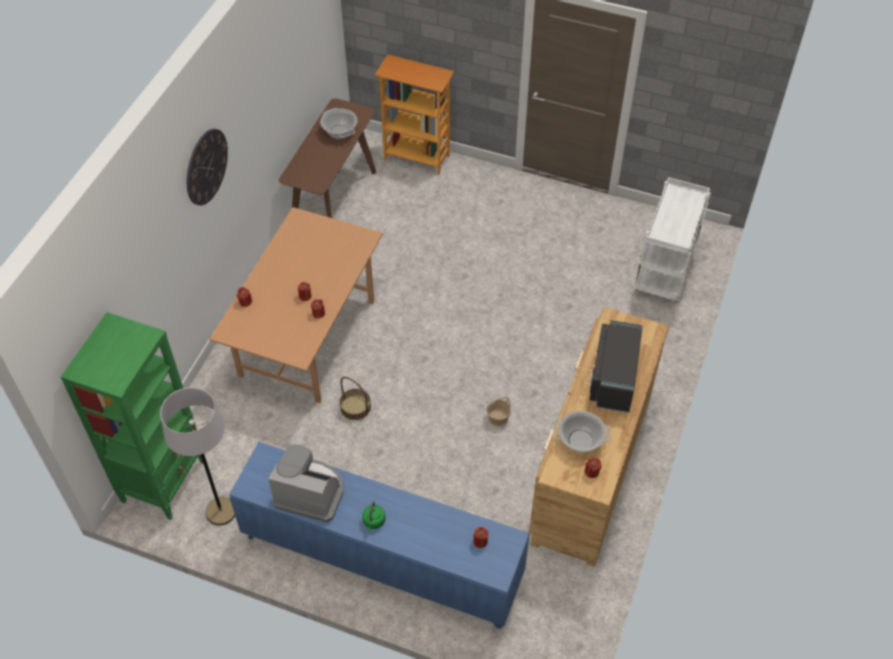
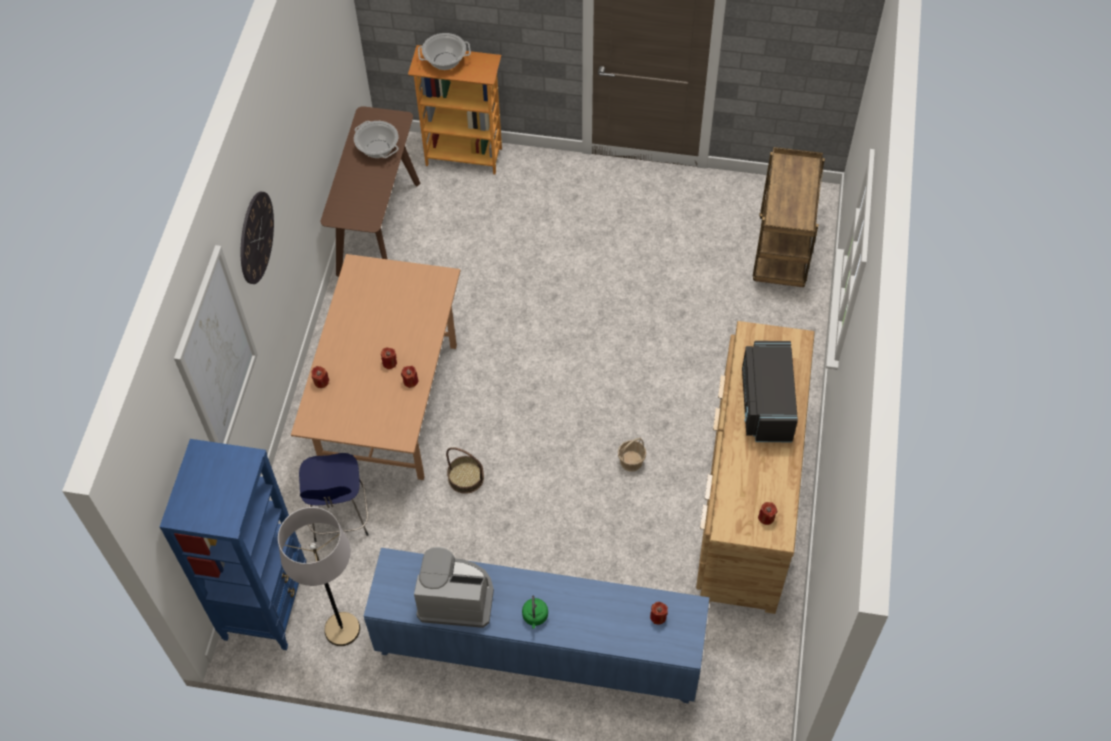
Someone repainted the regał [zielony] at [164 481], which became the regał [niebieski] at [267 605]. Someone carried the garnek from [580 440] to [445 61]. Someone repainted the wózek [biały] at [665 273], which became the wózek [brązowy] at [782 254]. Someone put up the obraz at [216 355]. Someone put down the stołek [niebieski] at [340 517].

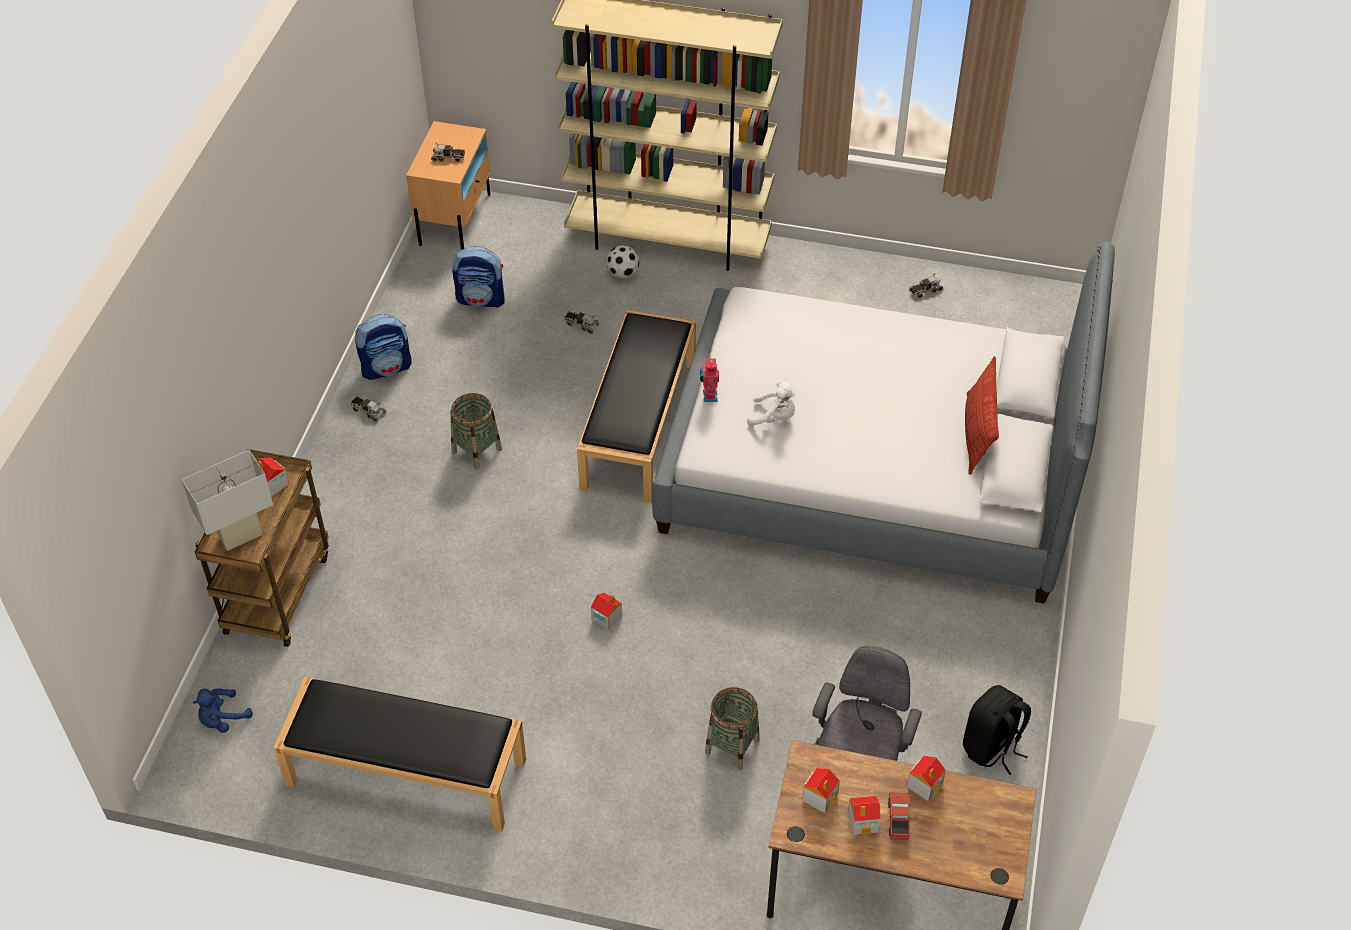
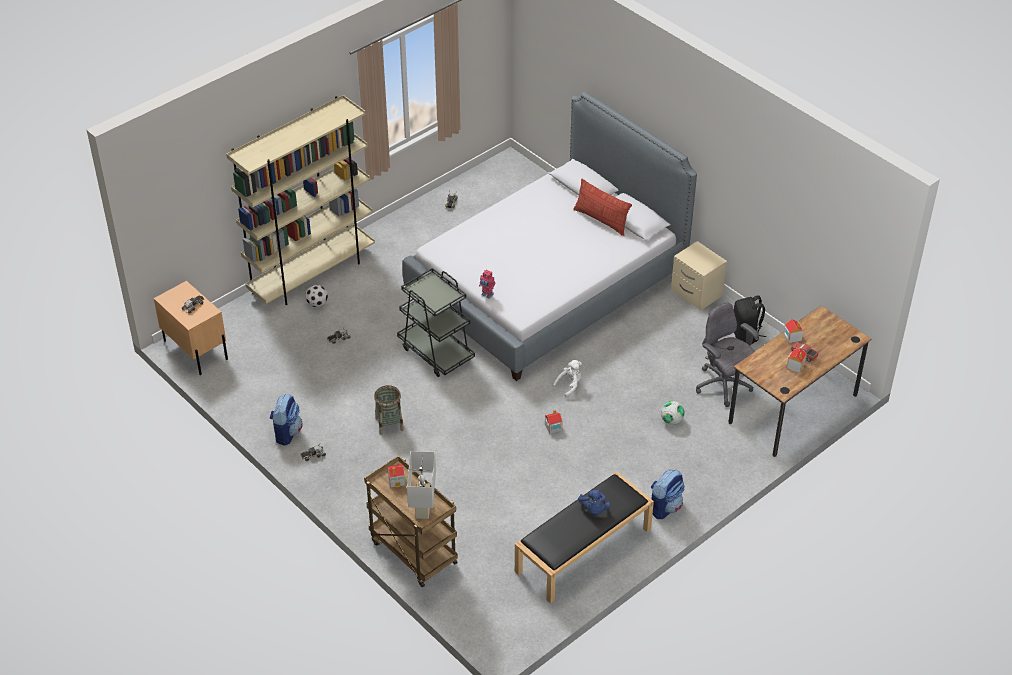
Someone carried the pluszak [niebieski] from [222 719] to [594 509]. Someone carried the plecak from [481 299] to [665 507]. Someone swapped the ławka [czarny] at [639 426] for the wózek [czarny] at [436 352]. Someone swapped the koszyk at [732 746] for the piłka futbolowa at [671 421]. Someone carried the pluszak [biały] from [774 417] to [569 385]. Someone took away the domek at [820 796]. Someone put down the szafka nocna [beżowy] at [696 293].

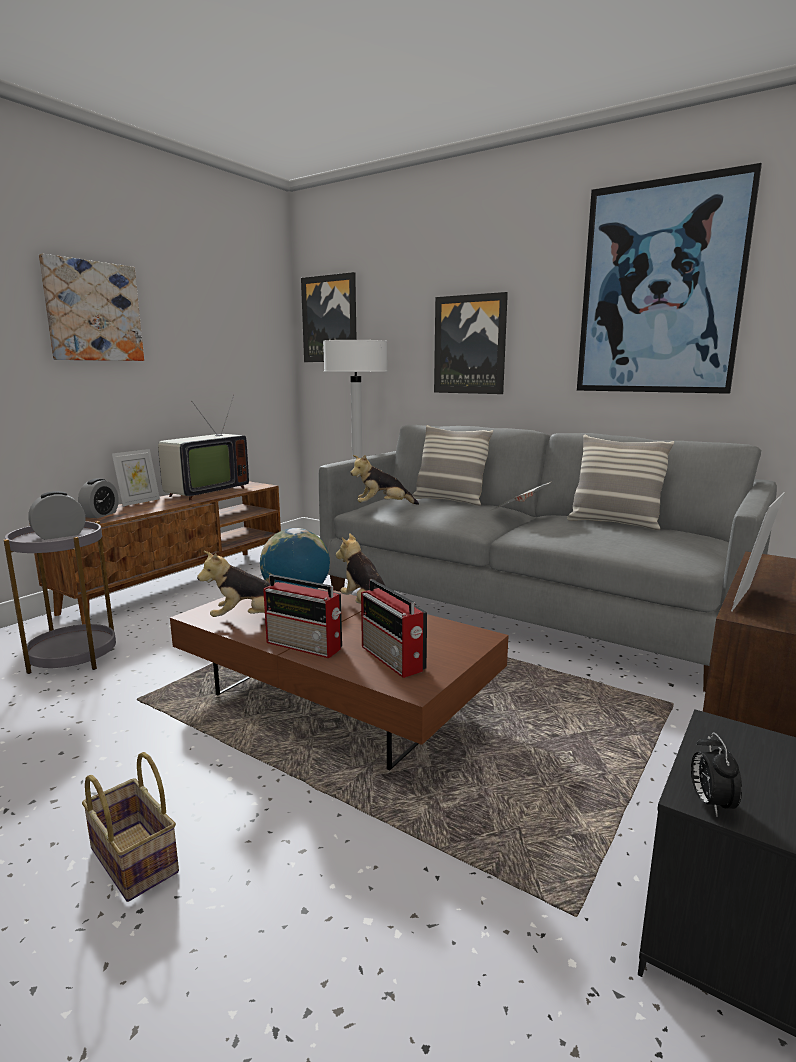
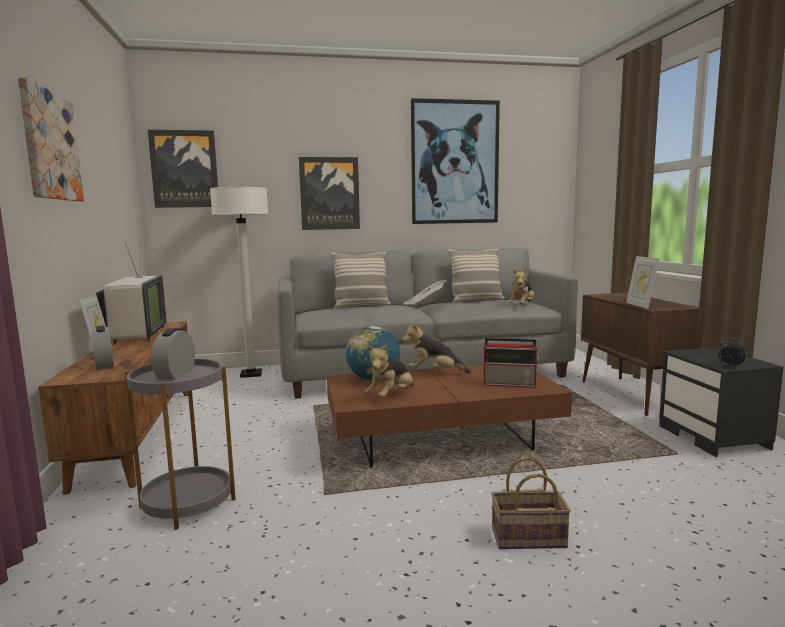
Someone took away the radio at [305 646]. Someone carried the pluszak from [382 506] to [521 306].

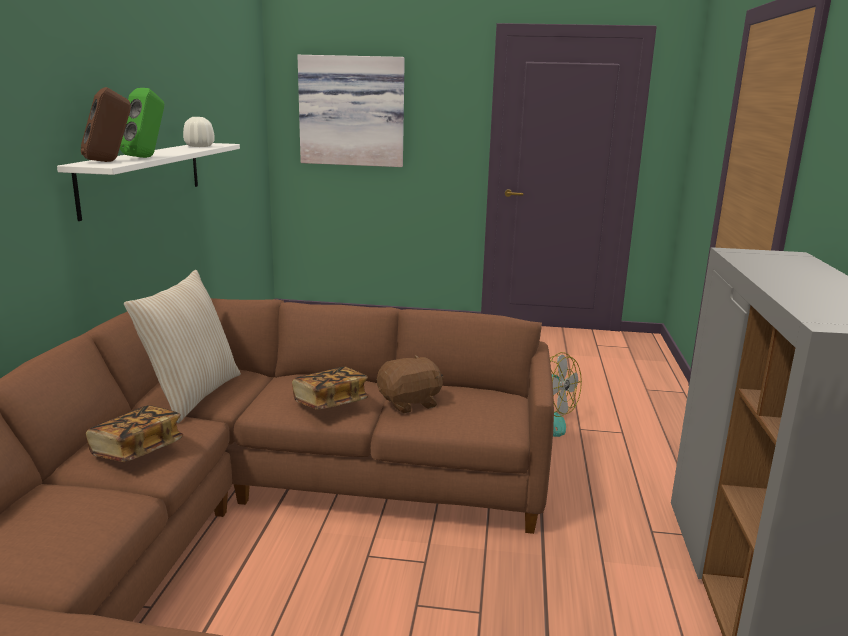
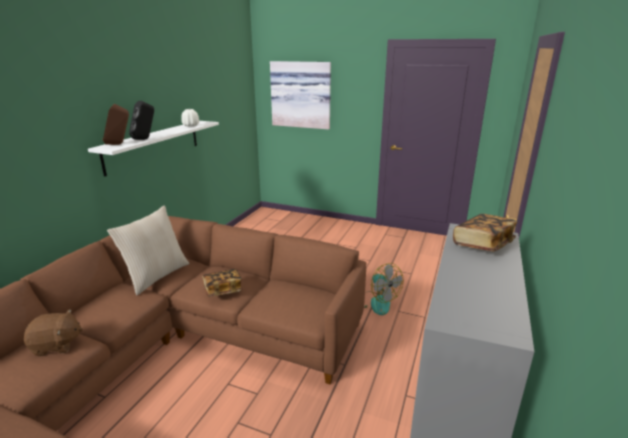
Someone carried the książka from [137 450] to [482 244]. Someone repainted the głośnik [zielony] at [147 157], which became the głośnik [czarny] at [145 139]. Someone carried the pluszak [brązowy] from [410 403] to [57 345].

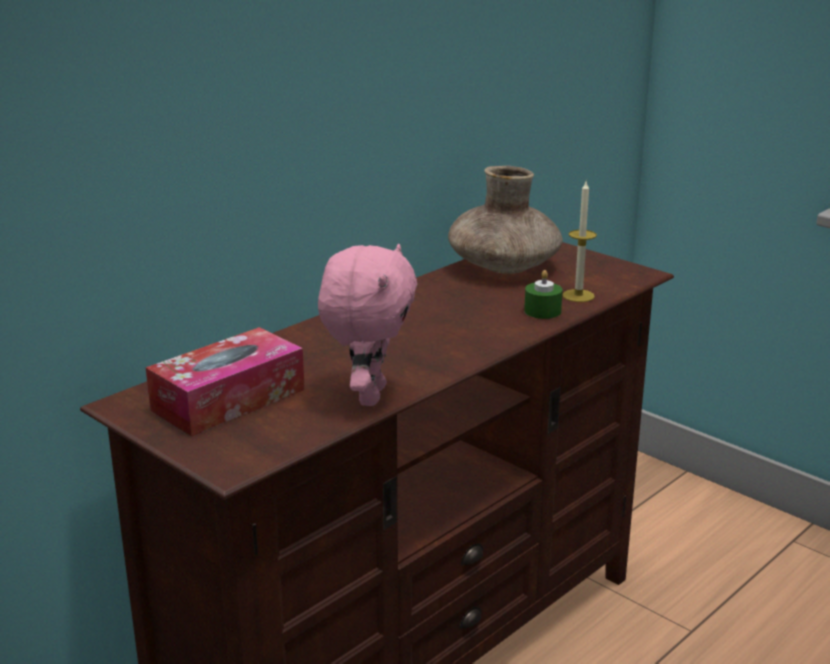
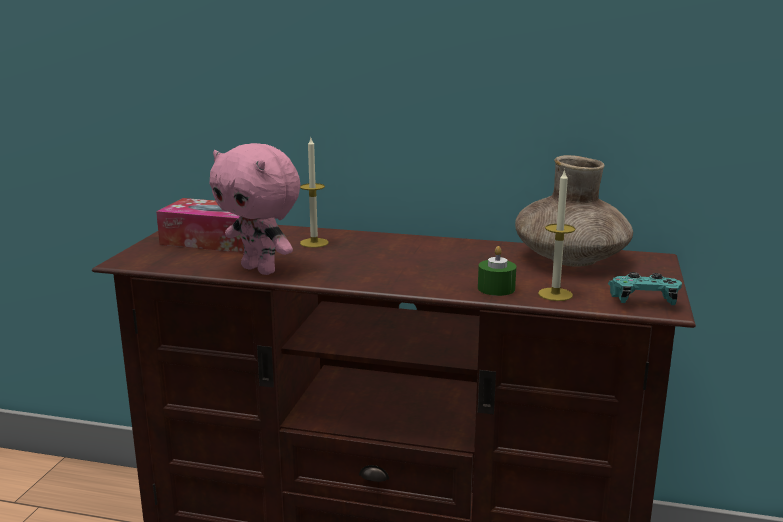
Someone rotated the pluszak [różowy] at [368 395] by 60 degrees clockwise. Someone put down the świeca at [314 243]. Someone put down the pad do gier [turkusowy] at [643 301].

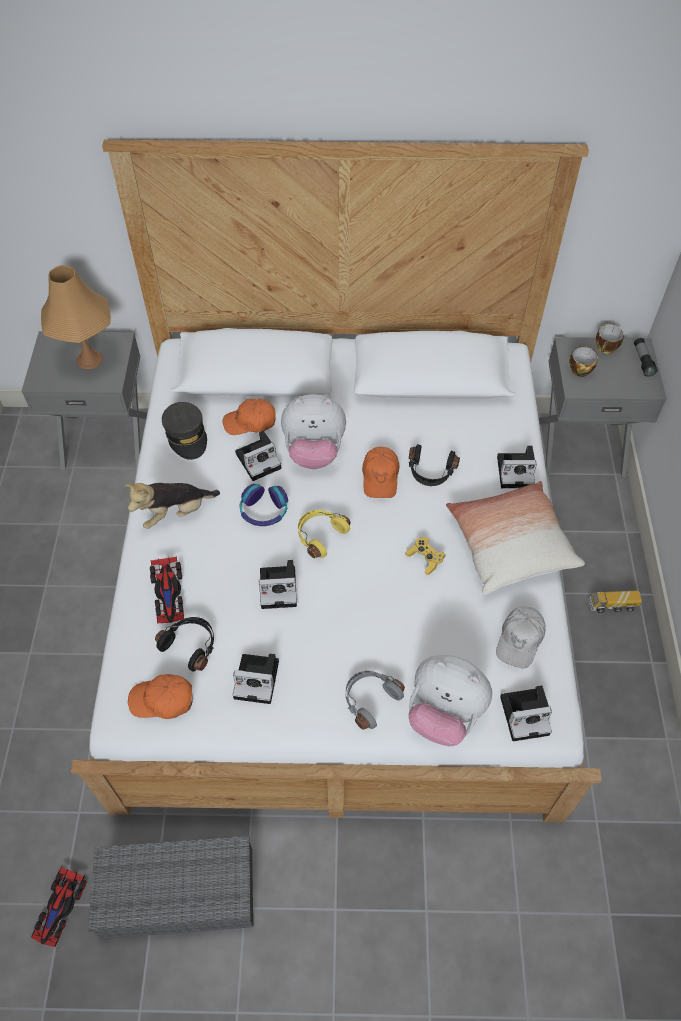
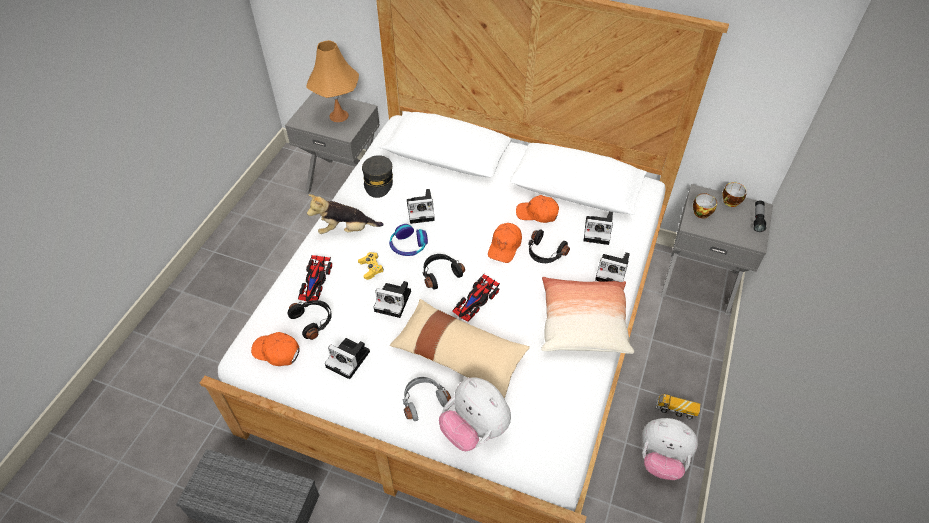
Someone carried the samochodzik from [60 907] to [476 300]. Someone carried the czapka z daszkiem [pomarańczowy] from [250 422] to [537 213]. Someone carried the pluszak from [314 452] to [661 459]. Someone repainted the słuchawki [żółty] at [320 535], which became the słuchawki [czarny] at [440 274]. Someone carried the pad do gier [żółty] from [425 559] to [371 269]. Someone took away the czapka z daszkiem [biały] at [520 640]. Someone carried the aparat fotograficzny from [526 714] to [598 231]. Someone put down the poduszka [beżowy] at [459 354].

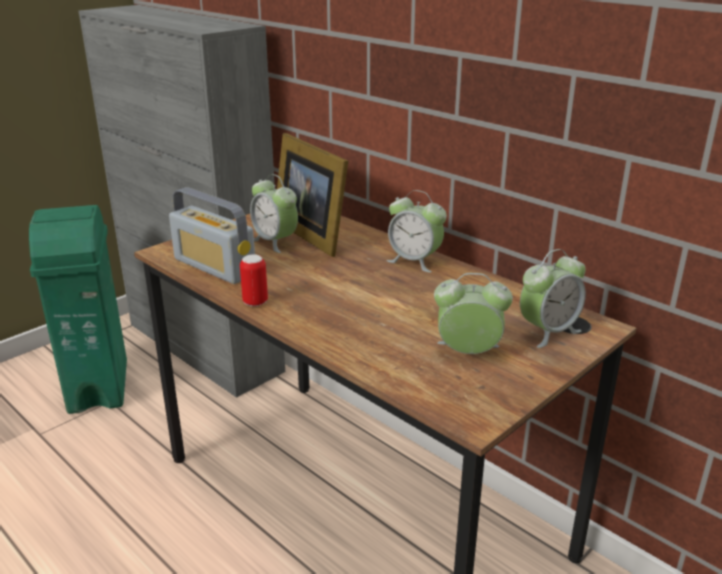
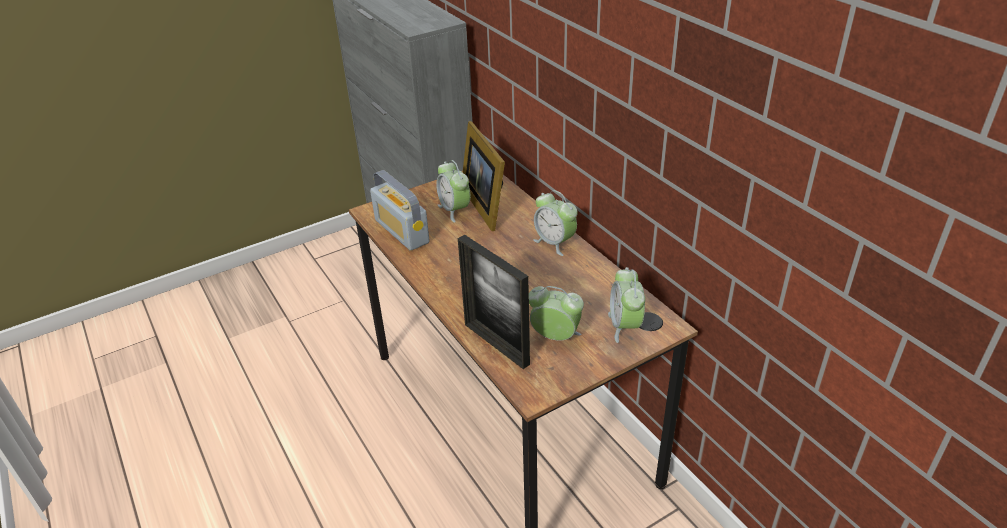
Someone took away the kosz na śmieci [zielony] at [99 386]. Someone took away the puszka at [255 302]. Someone rotated the budzik at [548 332] by 105 degrees clockwise. Someone put down the ramka na zdjęcie at [496 344].

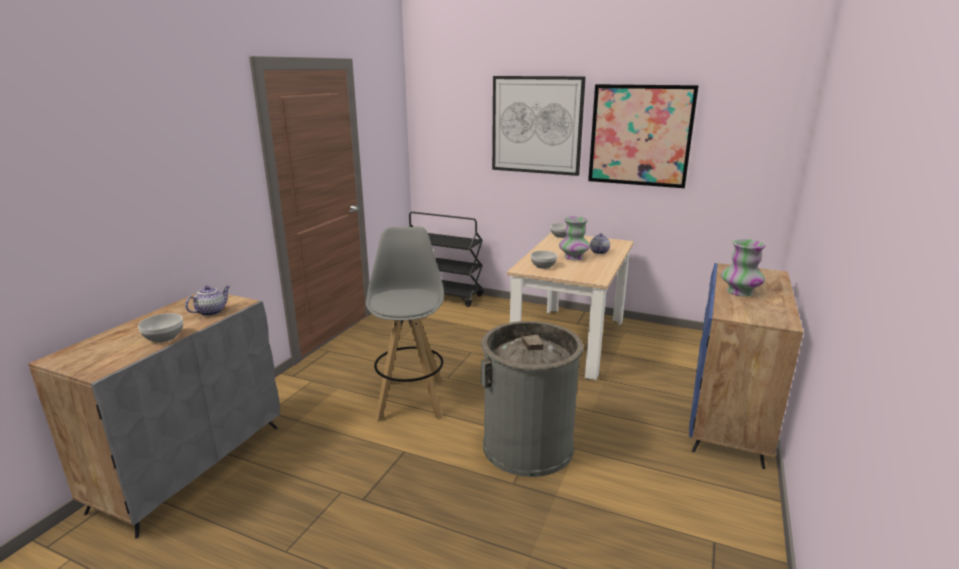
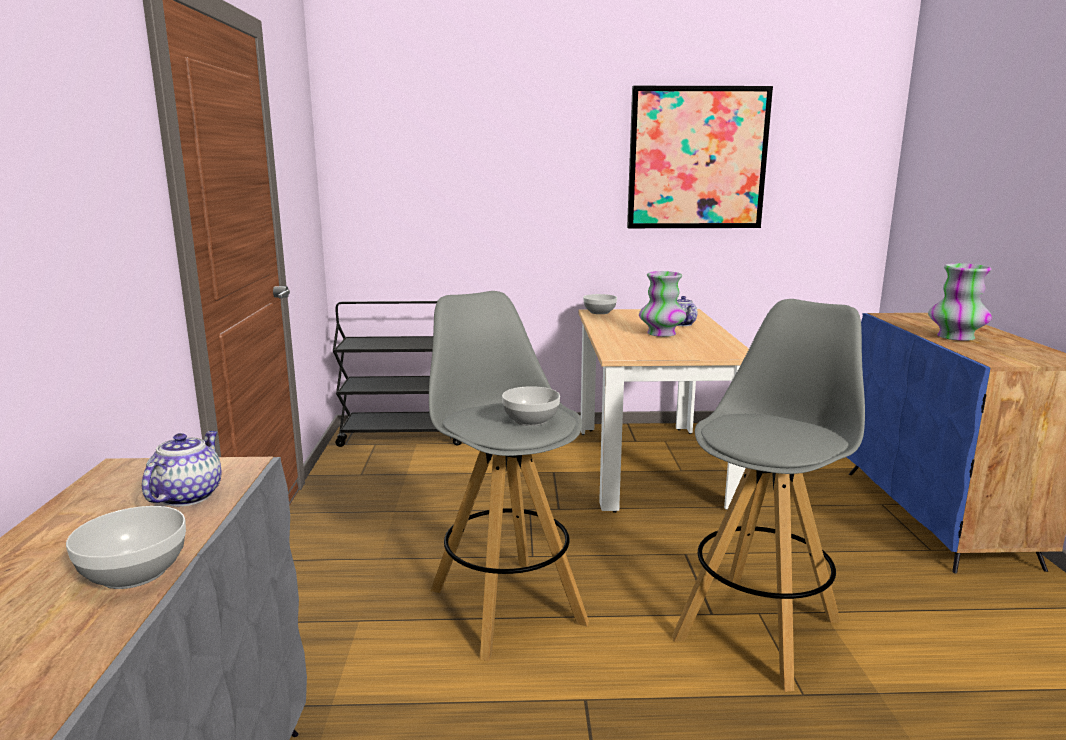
Someone swapped the kosz na śmieci [szary] at [528 446] for the stołek [szary] at [759 628]. Someone took away the obraz at [536 125]. Someone carried the miska from [543 266] to [531 420].

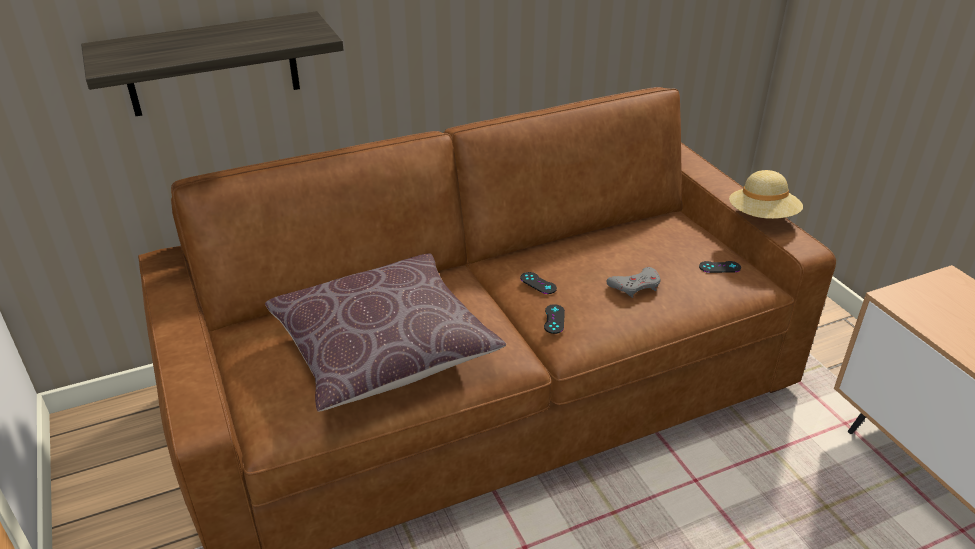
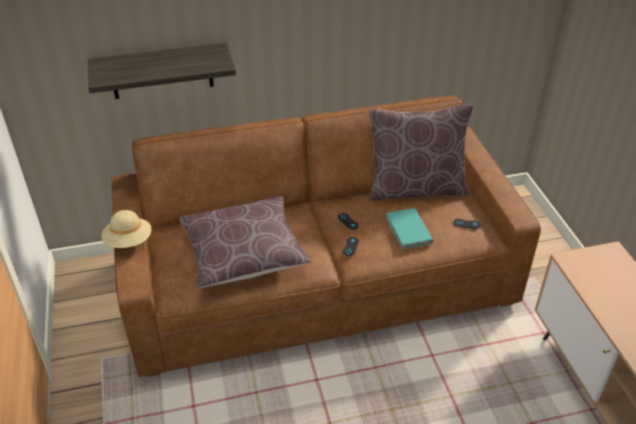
Someone swapped the pad do gier [szary] at [635 286] for the książka [turkusowy] at [407 230]. Someone carried the kapelusz [beżowy] from [762 217] to [128 241]. Someone put down the poduszka [brązowy] at [416 188].

